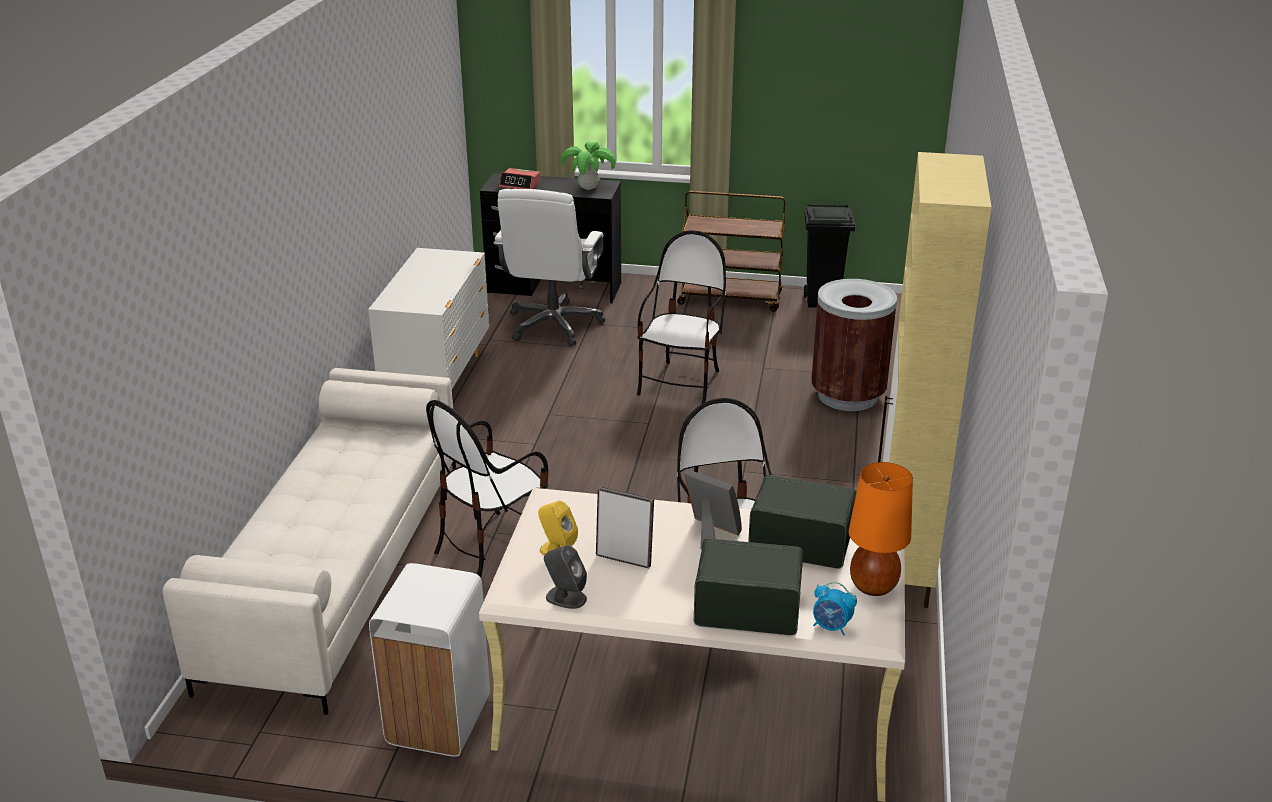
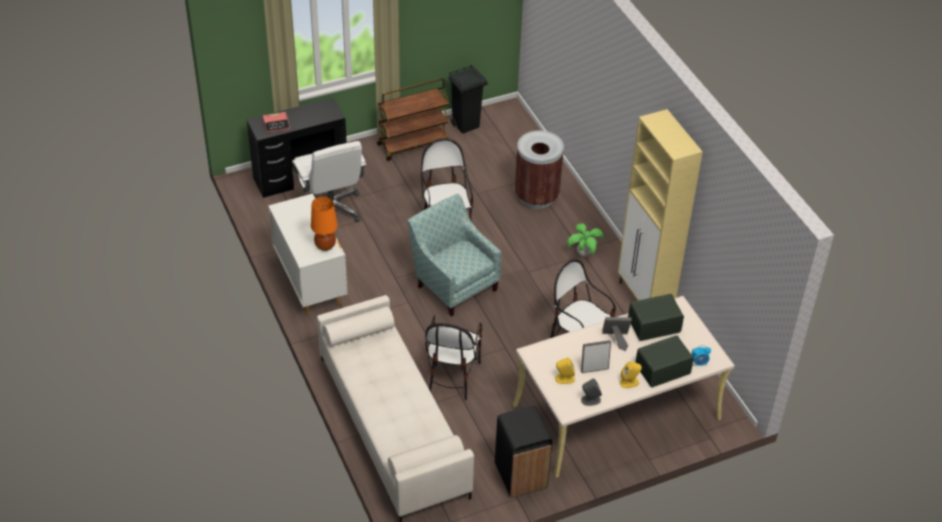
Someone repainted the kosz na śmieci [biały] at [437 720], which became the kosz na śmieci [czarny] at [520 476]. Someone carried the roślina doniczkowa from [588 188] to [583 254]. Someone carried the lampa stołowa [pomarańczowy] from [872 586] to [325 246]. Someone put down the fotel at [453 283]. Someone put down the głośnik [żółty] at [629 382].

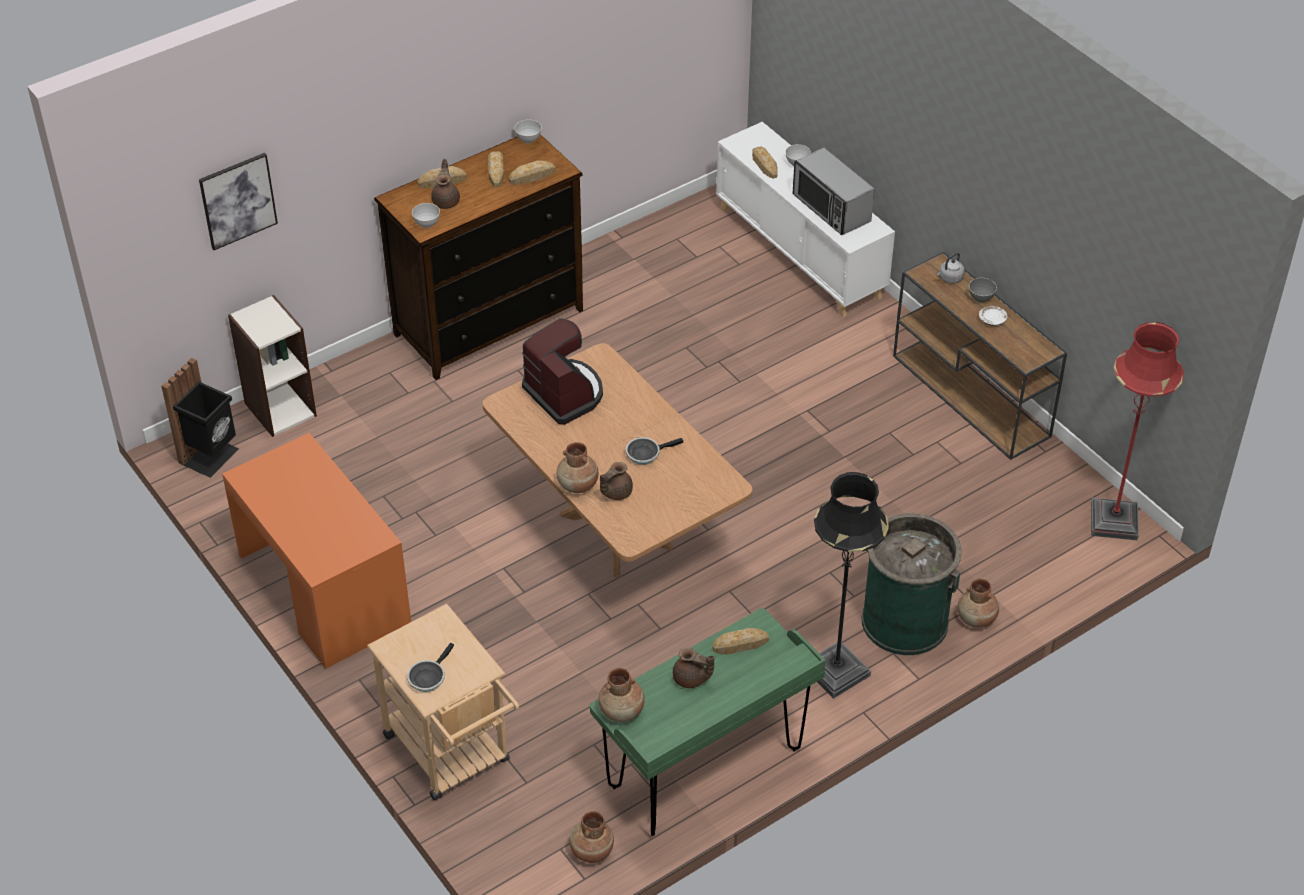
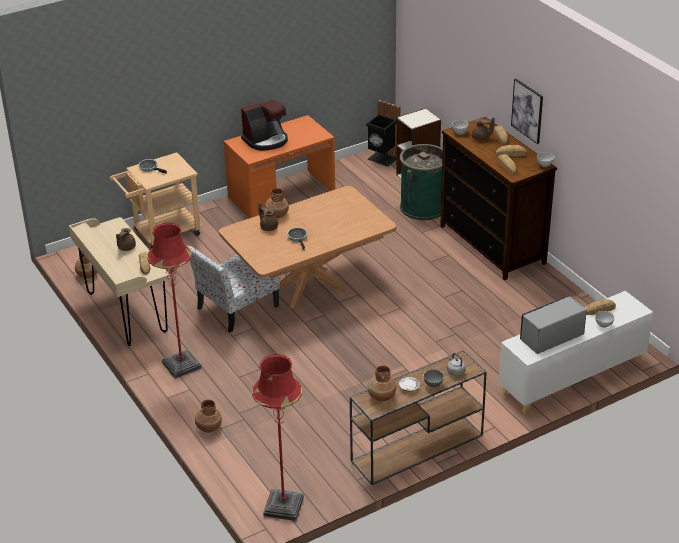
Someone carried the obraz from [238 200] to [527 111]. Someone carried the ekspres do kawy from [565 393] to [266 140]. Someone repainted the biurko [zielony] at [705 769], which became the biurko [beżowy] at [126 313]. Someone carried the wazon [brązowy] from [622 711] to [381 396]. Someone repainted the lampa stojąca [czarny] at [836 671], which became the lampa stojąca [czerwony] at [181 365]. Someone carried the kosz na śmieci [zielony] from [904 621] to [423 207]. Someone put down the krzesło at [236 308].

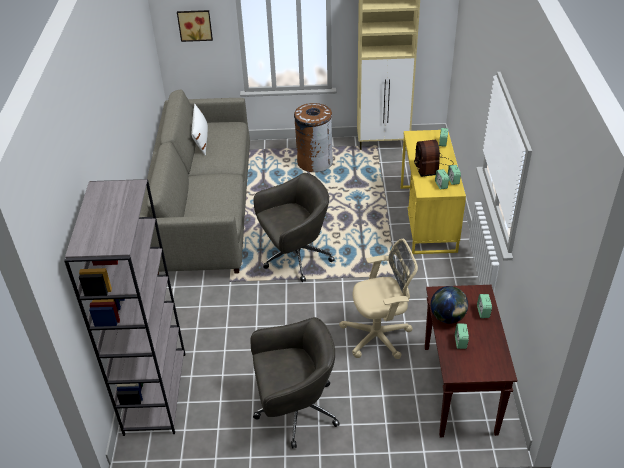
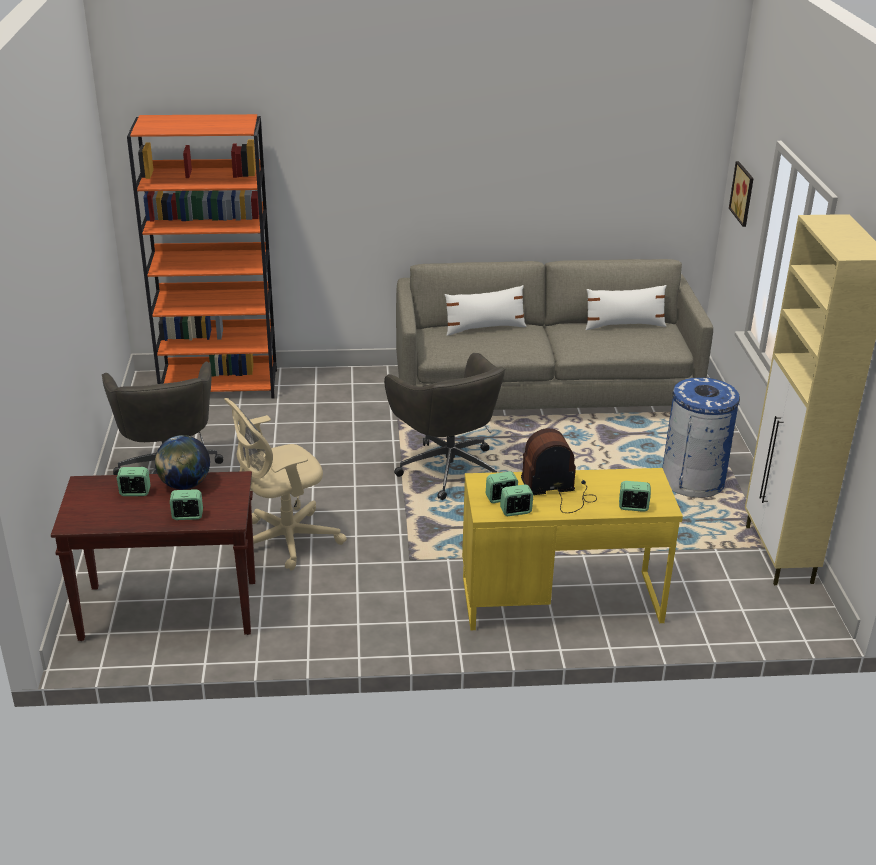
Someone repainted the regał [szary] at [155 392], which became the regał [pomarańczowy] at [220 385]. Someone repainted the kosz na śmieci [brązowy] at [314 161], which became the kosz na śmieci [niebieski] at [692 480]. Someone rotated the krzesło biurowe [beżowy] at [379 336] by 75 degrees clockwise. Someone put down the poduszka [biały] at [484 328].

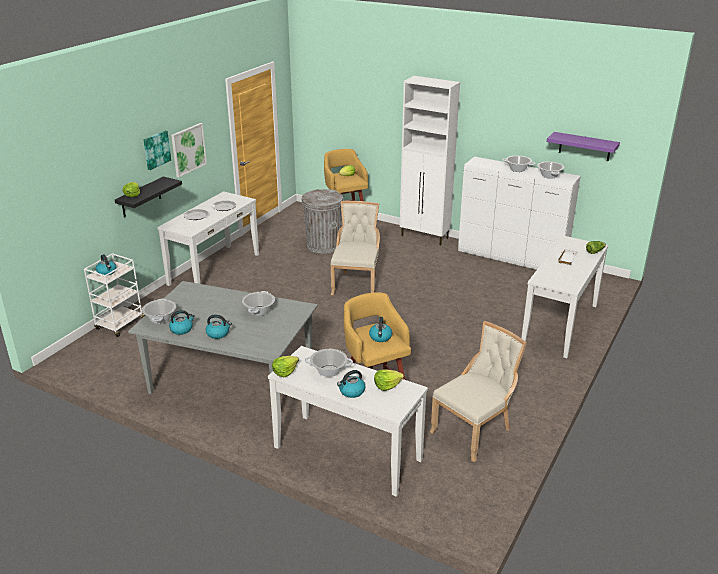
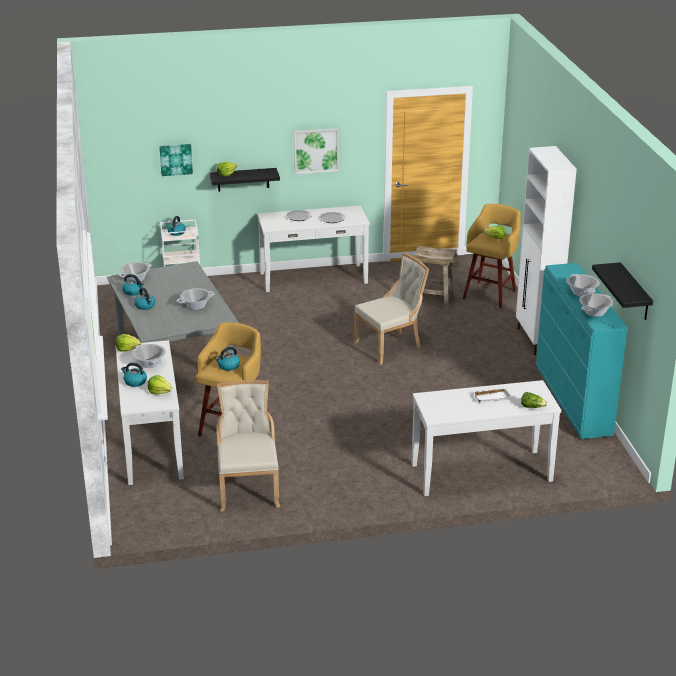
Someone carried the obraz from [156 149] to [176 159]. Someone swapped the kosz na śmieci [szary] at [323 245] for the stołek [beżowy] at [432 302]. Someone rotated the krzesło [beżowy] at [474 431] by 105 degrees counterclockwise. Someone repainted the komoda [biały] at [511 259], which became the komoda [turkusowy] at [572 402]. Someone repainted the półka [fioletowy] at [584 146], which became the półka [czarny] at [635 292].

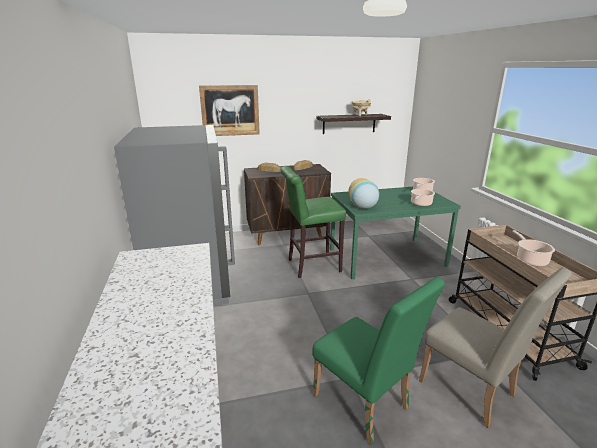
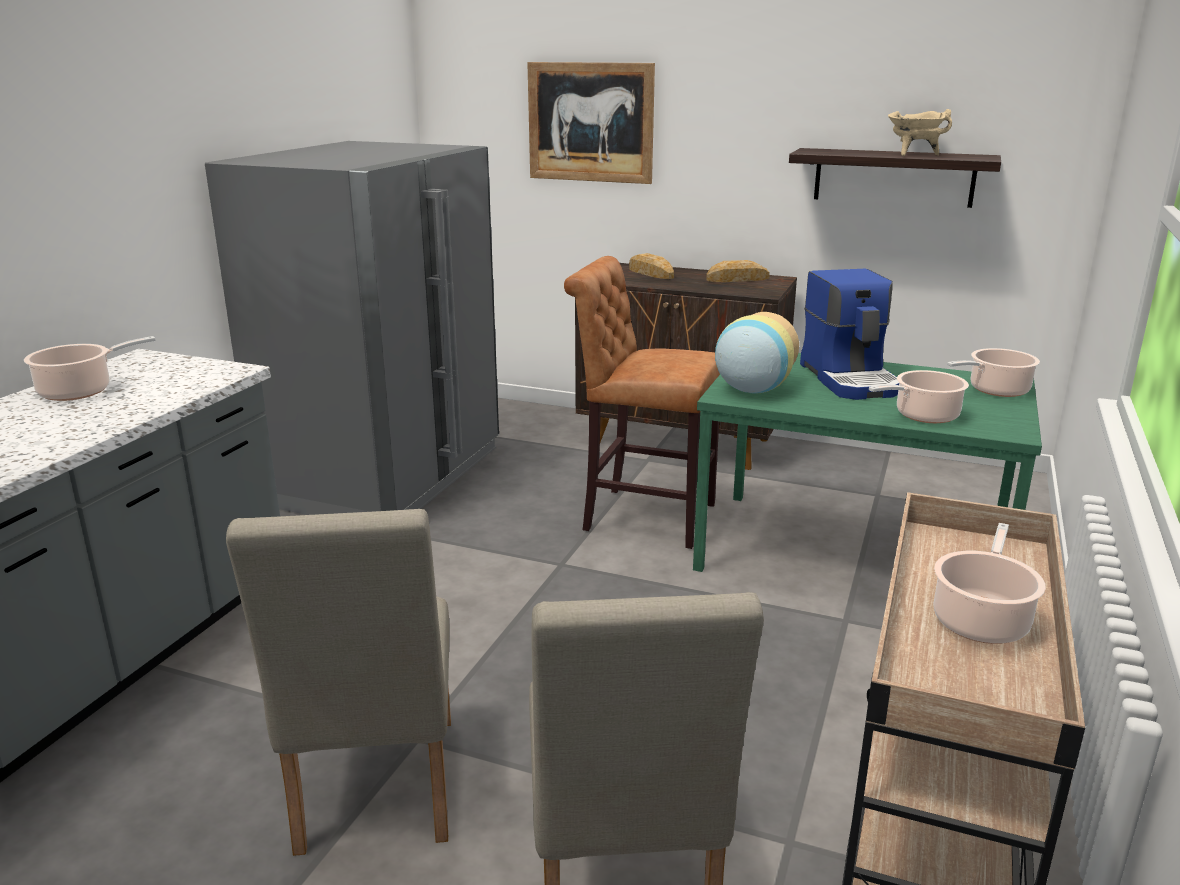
Someone repainted the stołek [zielony] at [311 266], which became the stołek [brązowy] at [642 516]. Someone repainted the krzesło [zielony] at [365 406], which became the krzesło [beżowy] at [375 795]. Someone put down the garnek at [80 391]. Someone put down the ekspres do kawy at [851 379].

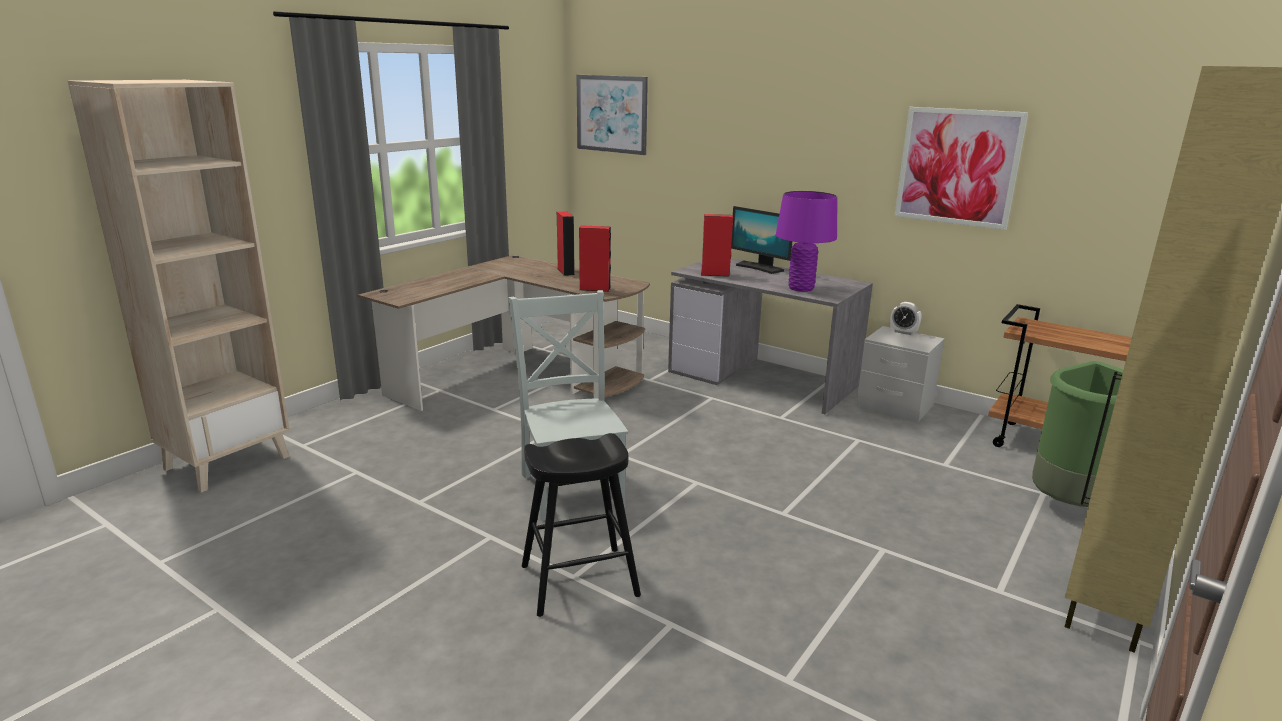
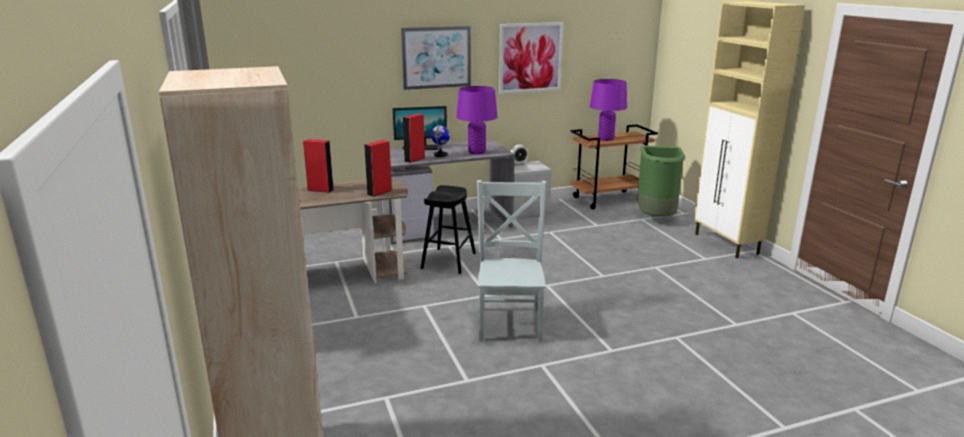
Someone rotated the krzesło [szary] at [571 487] by 75 degrees clockwise. Someone carried the stołek [czarny] from [580 580] to [448 260]. Someone carried the obraz from [611 114] to [436 57]. Someone put down the globus at [440 155]. Someone put down the lampa stołowa [fioletowy] at [606 139].

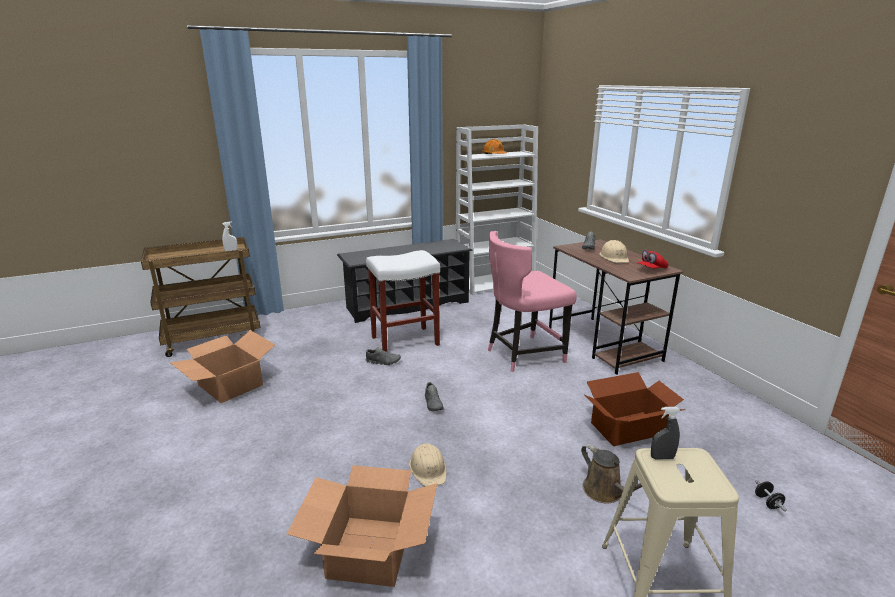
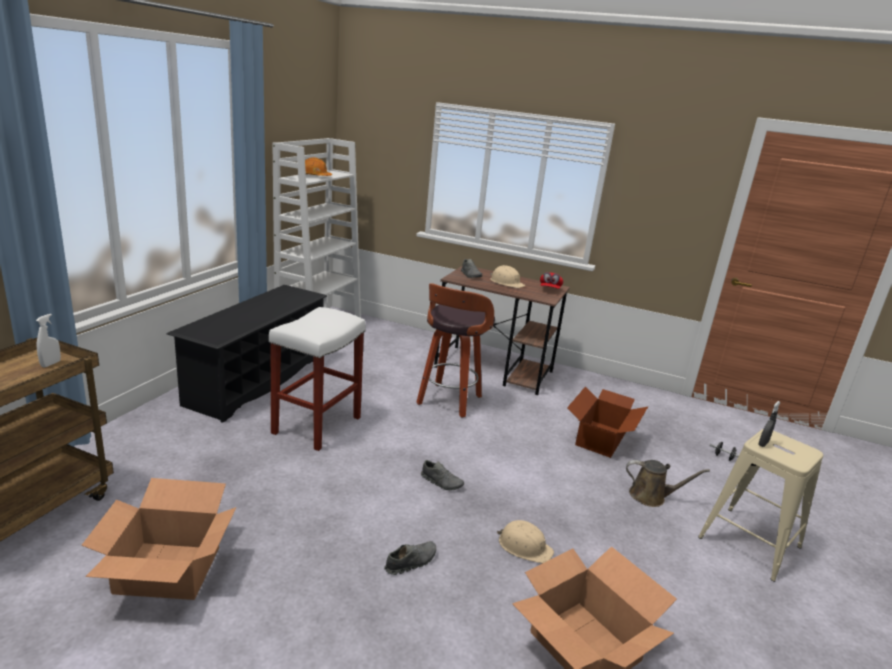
Someone carried the but [szary] from [383 361] to [410 562]. Someone swapped the krzesło [różowy] at [523 355] for the stołek at [448 401].

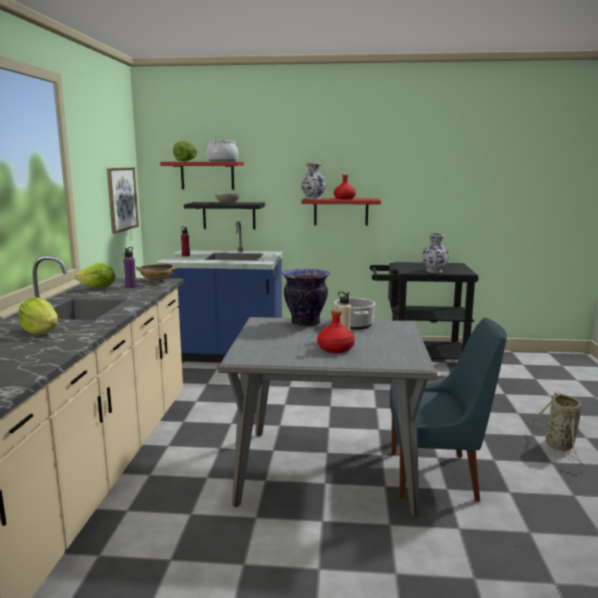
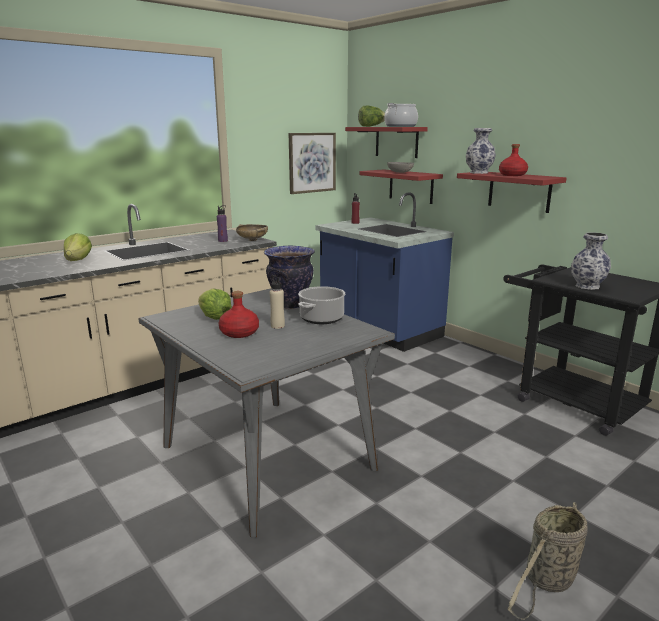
Someone carried the sałata from [98 288] to [214 318]. Someone repainted the półka [czarny] at [229 215], which became the półka [czerwony] at [411 186]. Someone took away the krzesło [niebieski] at [437 476].

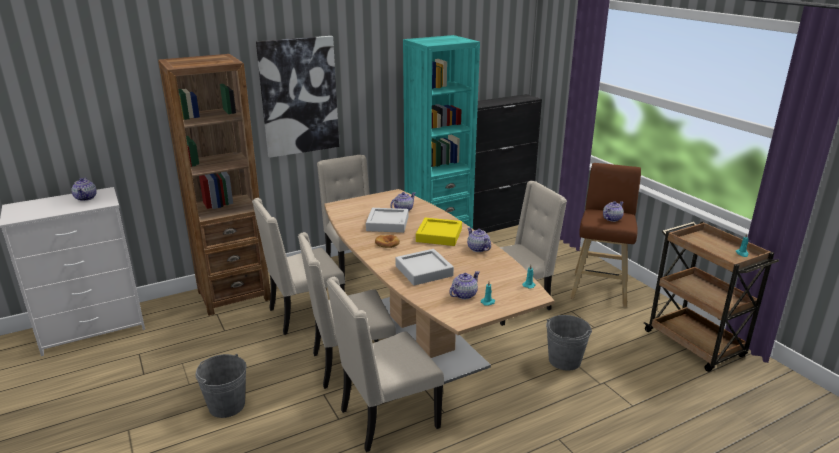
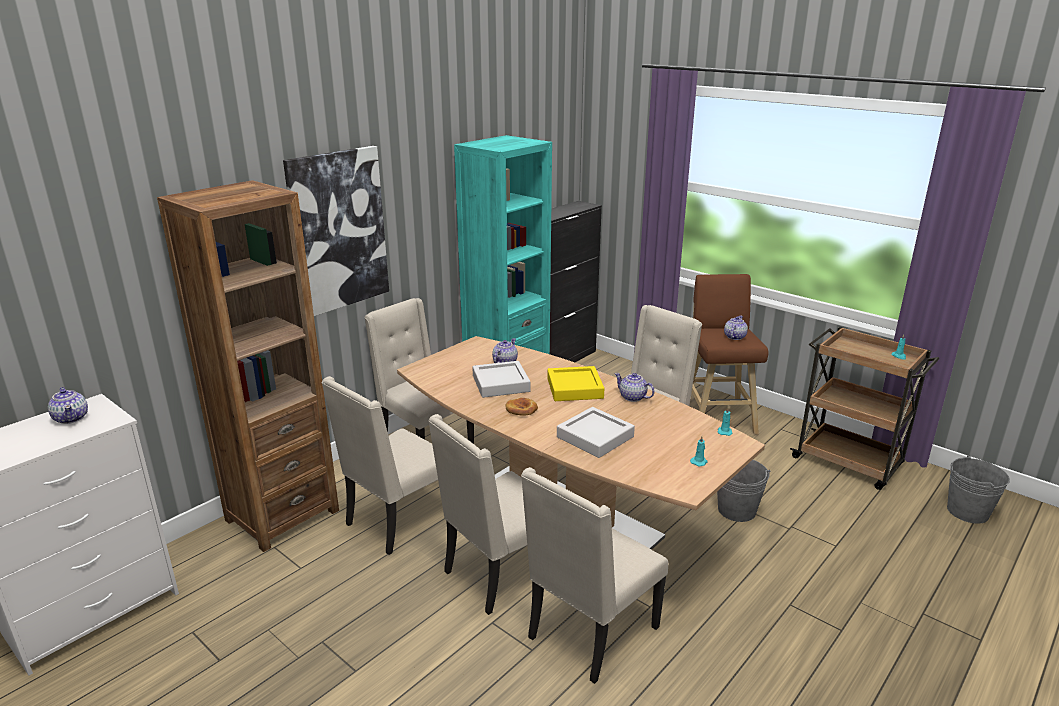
Someone carried the wiadro [szary] from [227 405] to [967 511]. Someone took away the imbryk at [463 295].

